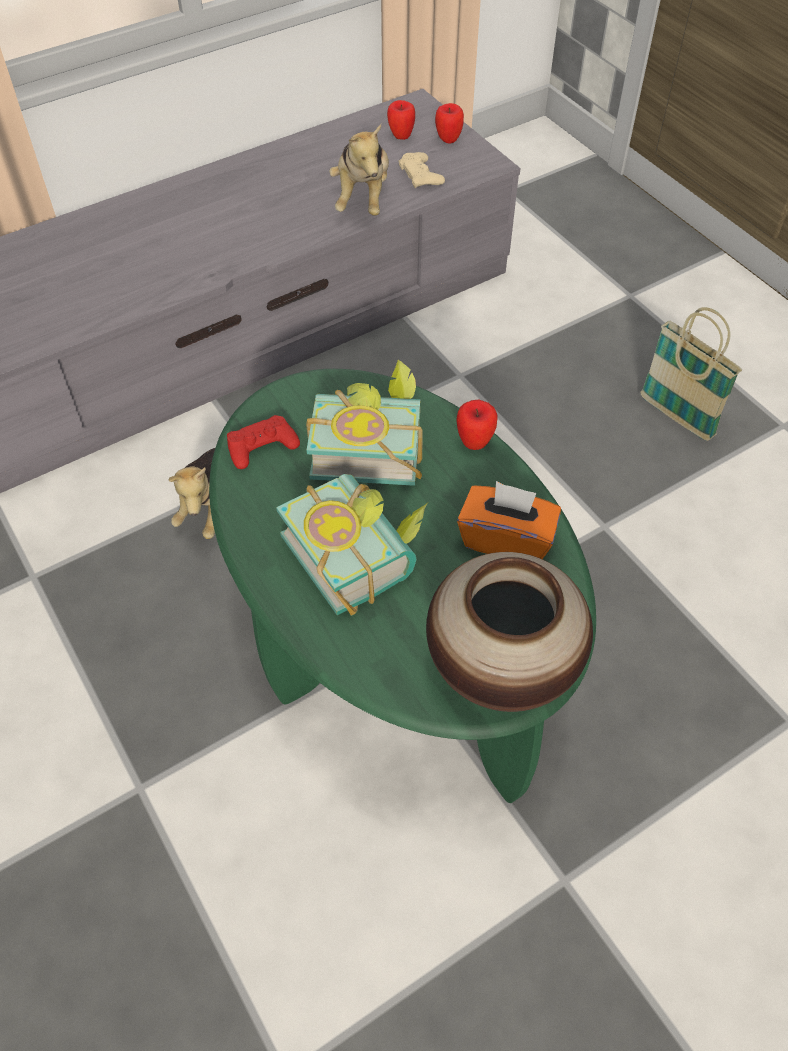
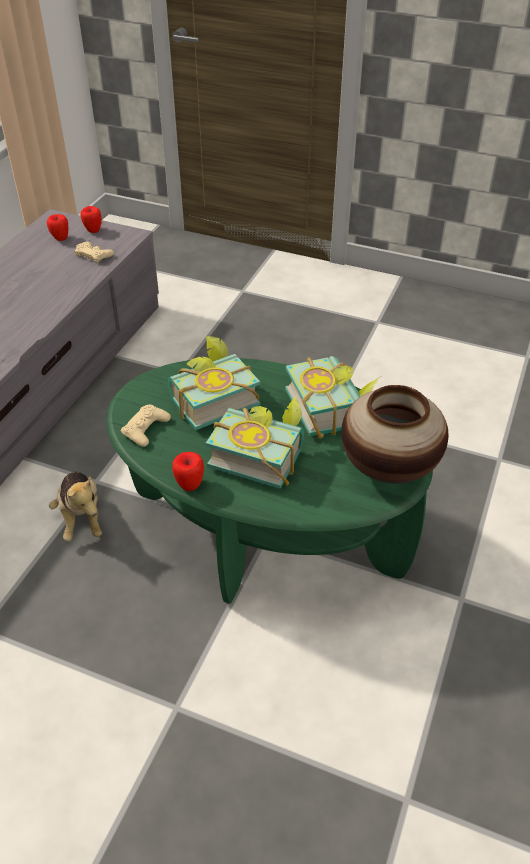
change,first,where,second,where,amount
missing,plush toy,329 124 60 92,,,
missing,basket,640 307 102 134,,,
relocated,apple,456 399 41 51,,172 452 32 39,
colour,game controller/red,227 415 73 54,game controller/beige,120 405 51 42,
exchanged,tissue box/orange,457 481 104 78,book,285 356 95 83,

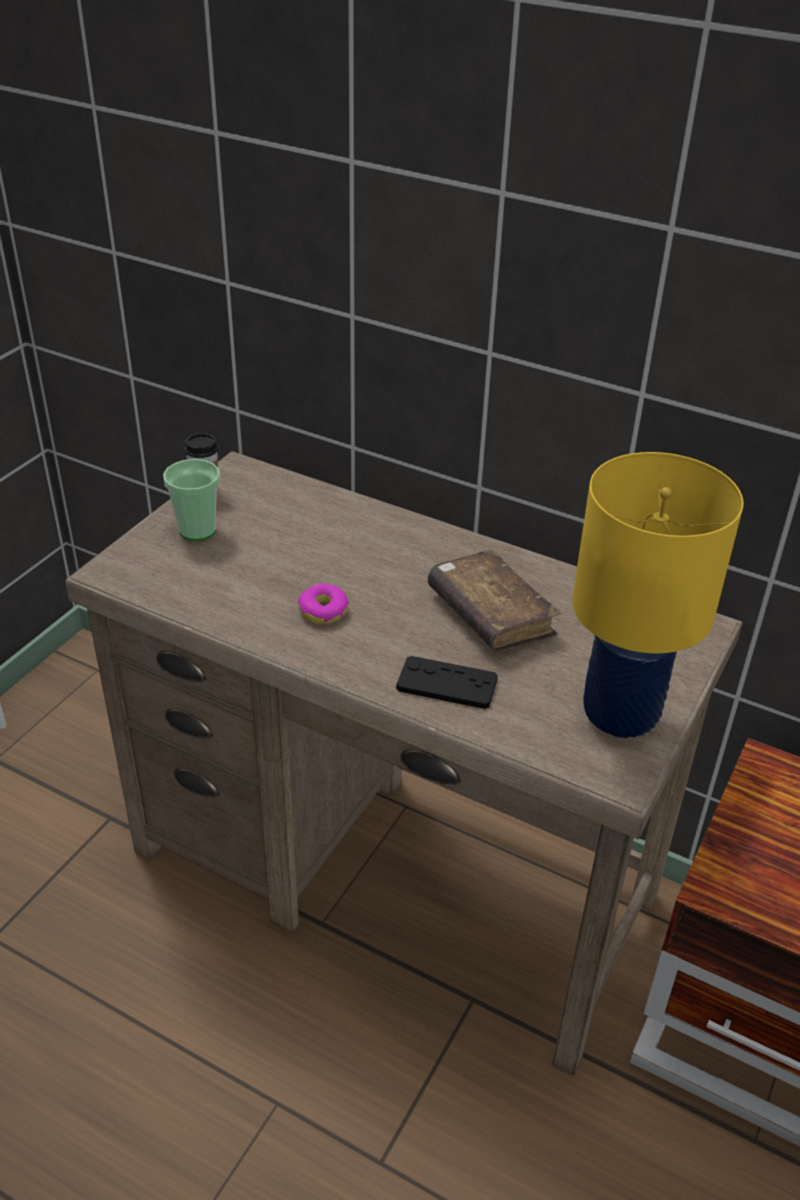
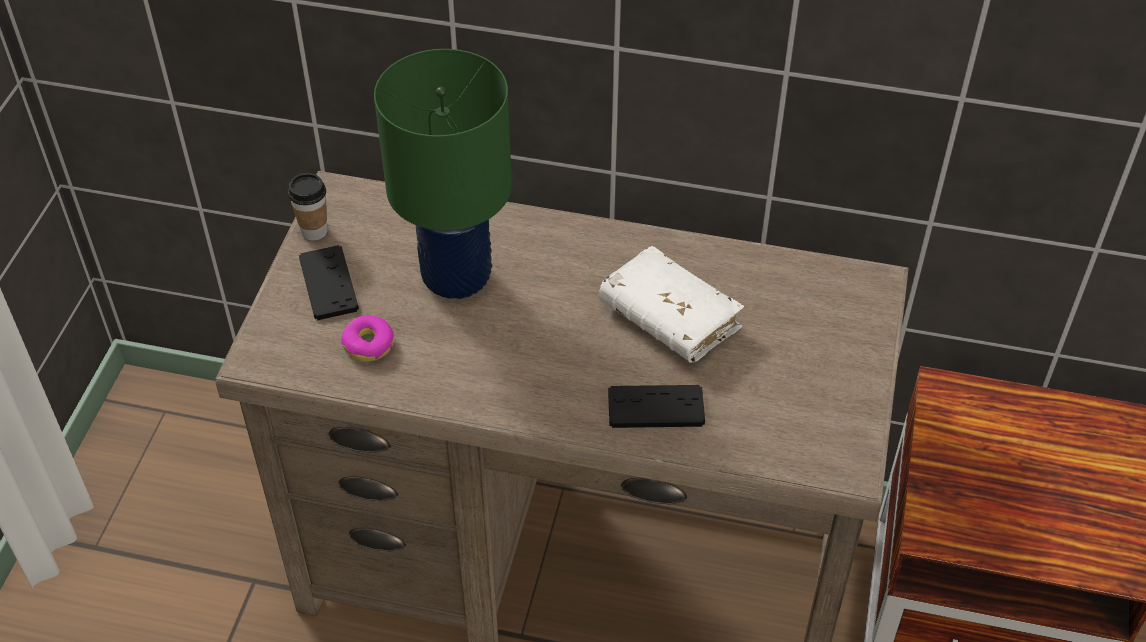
change,first,where,second,where,amount
missing,table lamp/yellow,572 452 172 286,,,
exchanged,cup,163 459 57 82,game controller/black,299 245 60 75,
colour,book/brown,428 549 133 103,book/white,599 246 146 117,
relocated,donut,298 584 51 40,,341 315 53 47,
appeared,,,table lamp/green,374 49 138 250,

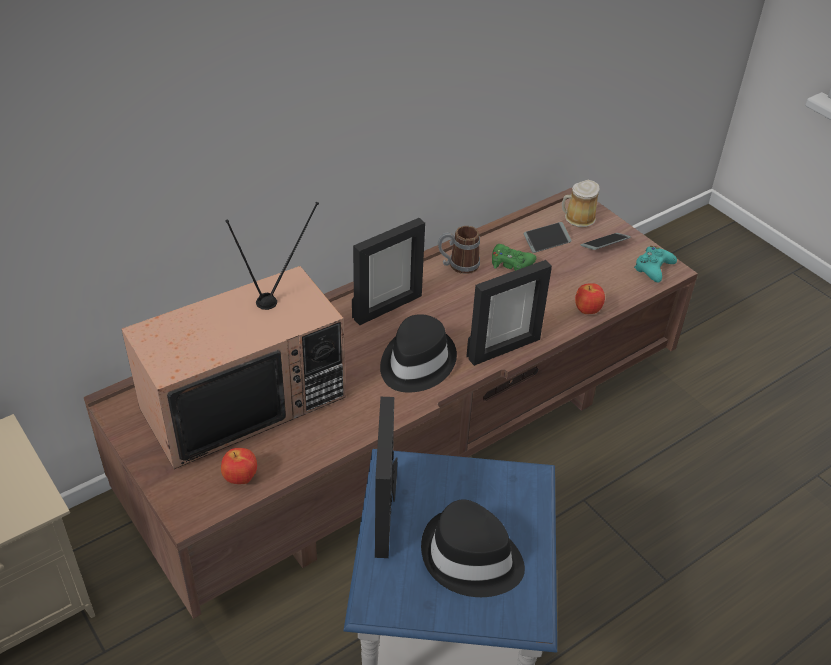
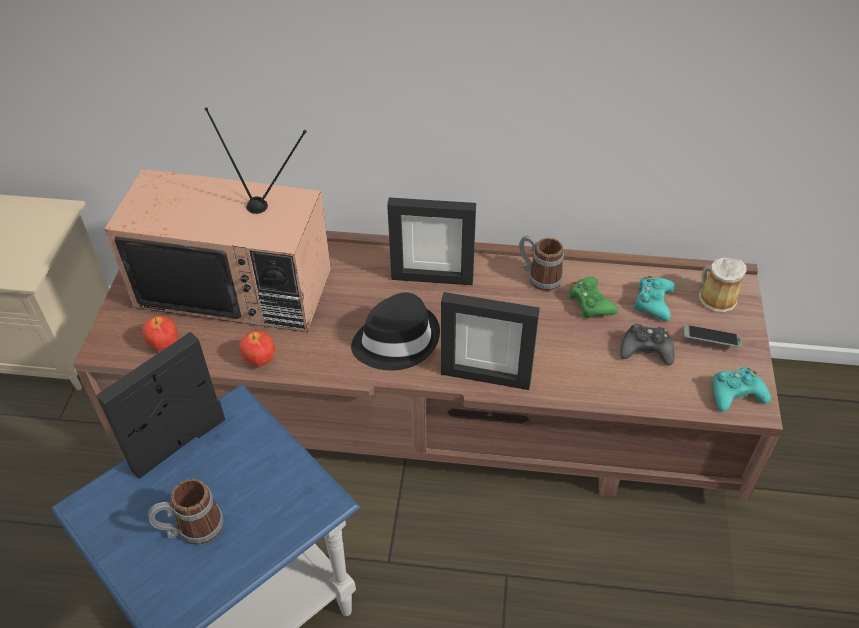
change,first,where,second,where,amount
exchanged,phone,523 222 49 31,game controller/turquoise,633 276 43 45,
relocated,apple,575 283 30 31,,239 330 36 37,
exchanged,hat/black,421 500 104 97,mug,148 479 75 66,
appeared,,,game controller/black,620 324 54 41,

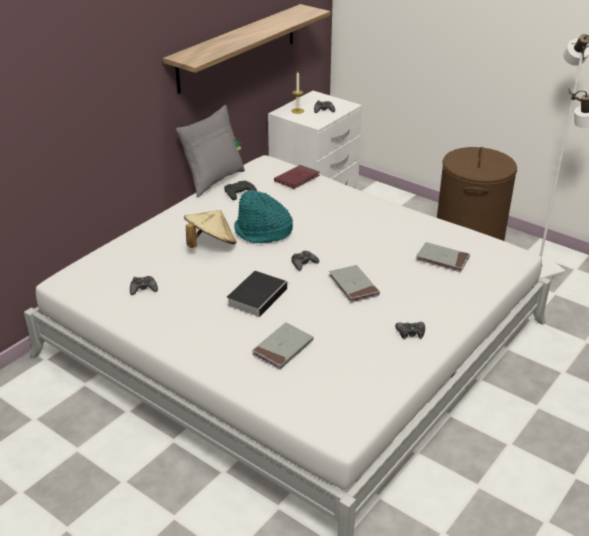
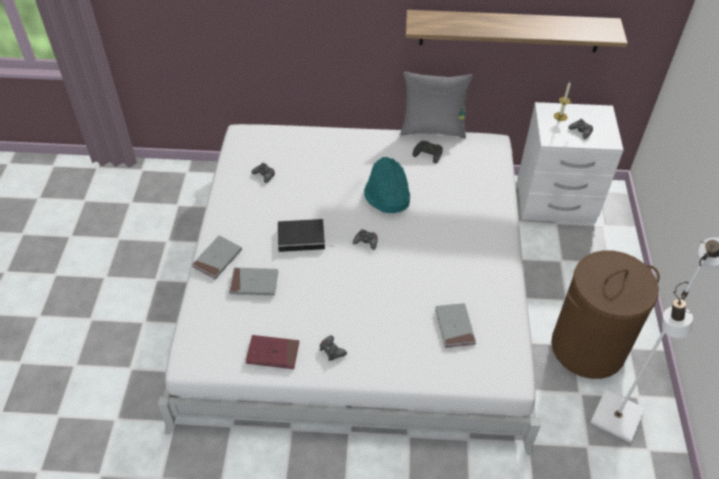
change,first,where,second,where,amount
relocated,book/red,274 165 46 24,,246 335 53 34,
missing,hat/beige,184 210 52 38,,,
relocated,book/grey,329 265 51 38,,192 235 50 44,

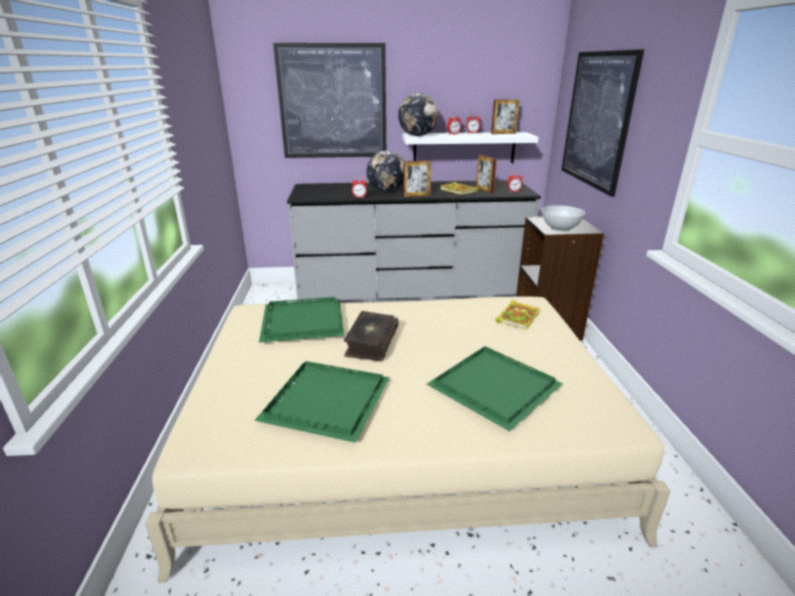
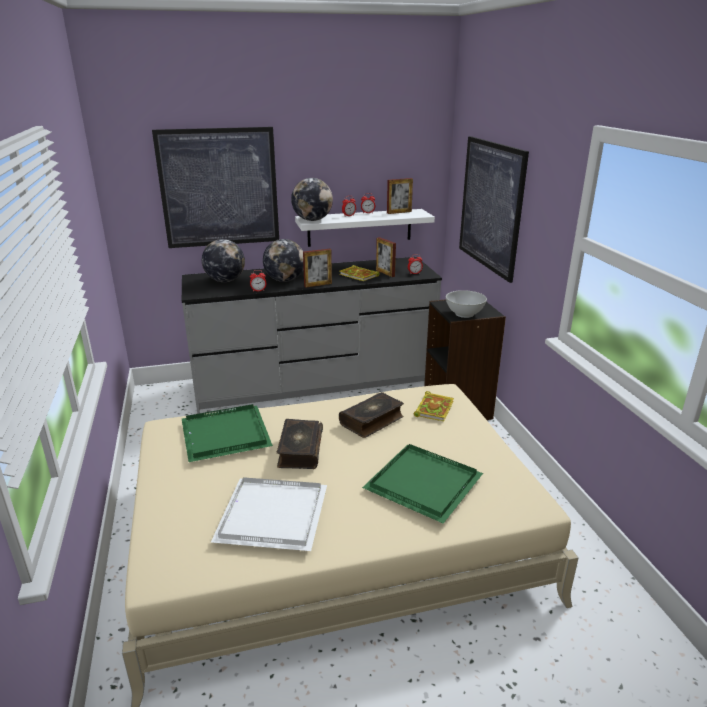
change,first,where,second,where,amount
colour,tray/green,254 361 135 82,tray/white,211 477 116 74,
appeared,,,globe,202 239 43 43,
appeared,,,book,339 392 65 46,

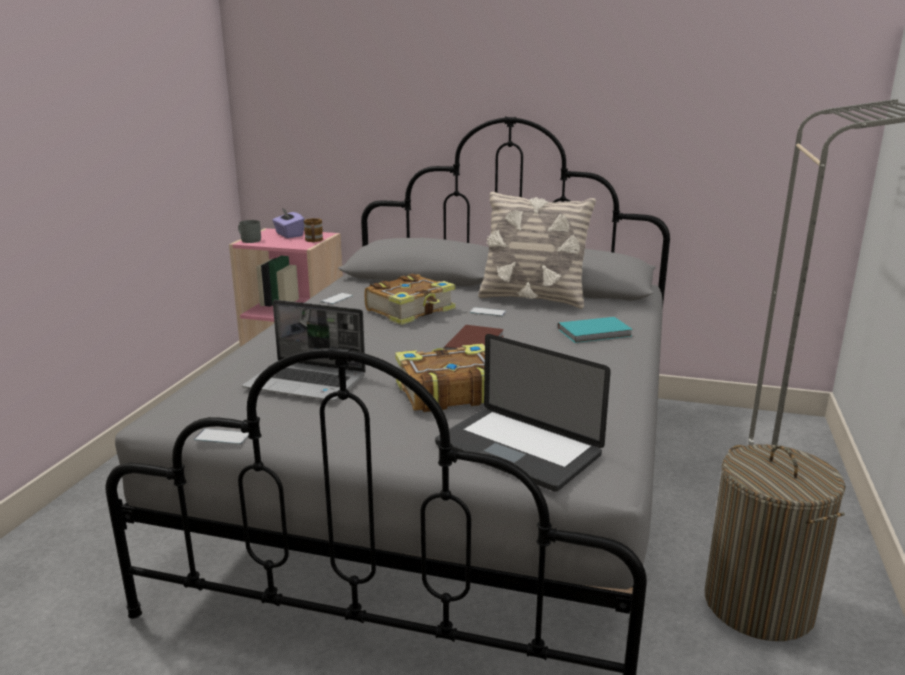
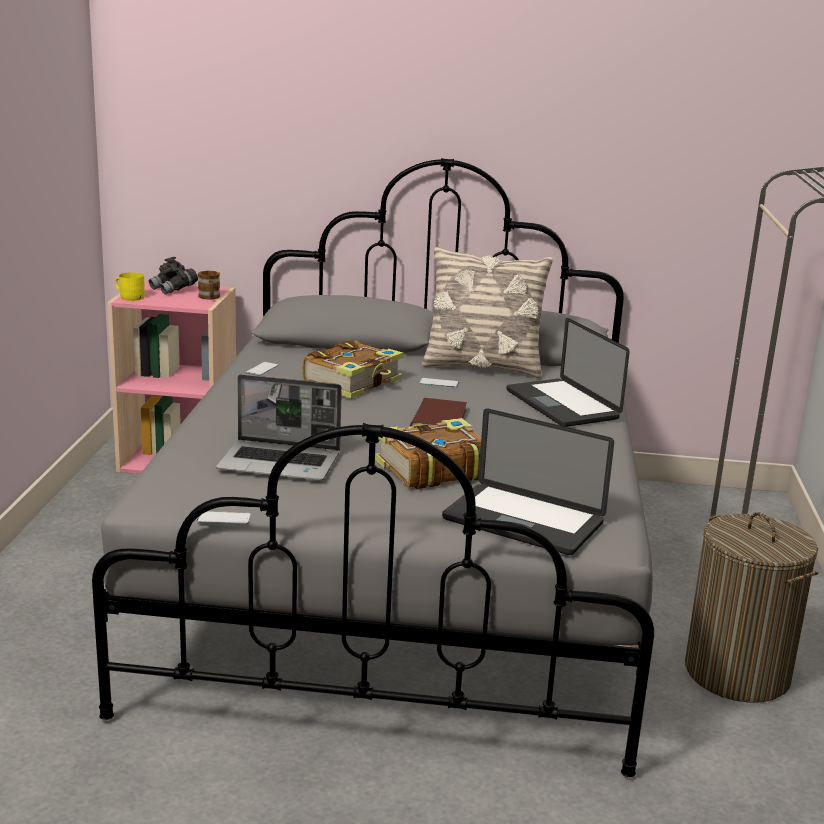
change,first,where,second,where,amount
exchanged,tissue box/purple,272 208 32 30,binoculars/grey,149 257 49 38,
colour,mug/grey,238 220 23 23,mug/yellow,115 272 30 29,
exchanged,book/turquoise,557 317 76 26,laptop,507 318 123 109,

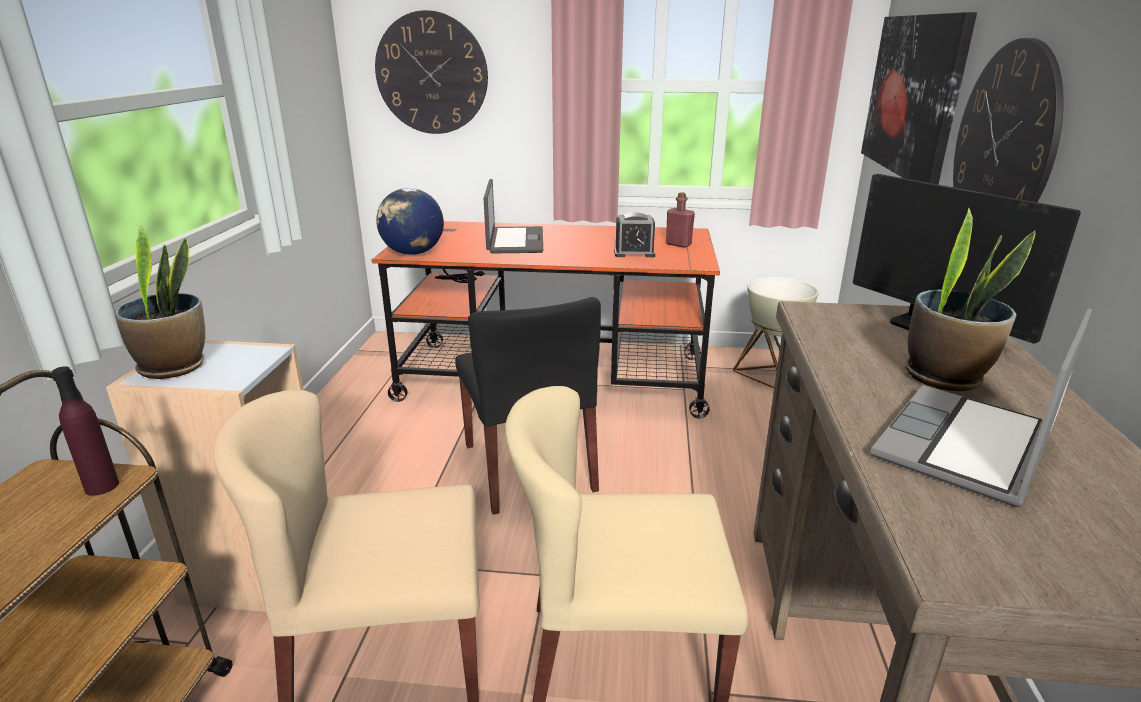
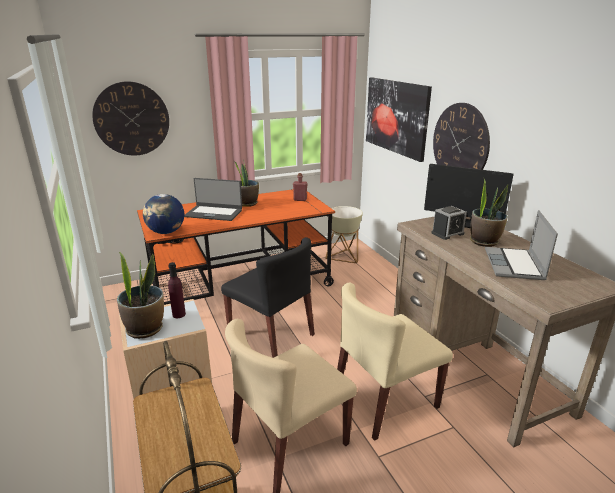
change,first,where,second,where,amount
spun,laptop,484 179 59 75,,184 178 58 43,135 degrees clockwise
relocated,alarm clock,614 212 41 45,,431 206 36 34,
relocated,bottle/purple,52 366 67 130,,168 262 18 56,
appeared,,,potted plant,234 160 25 47,

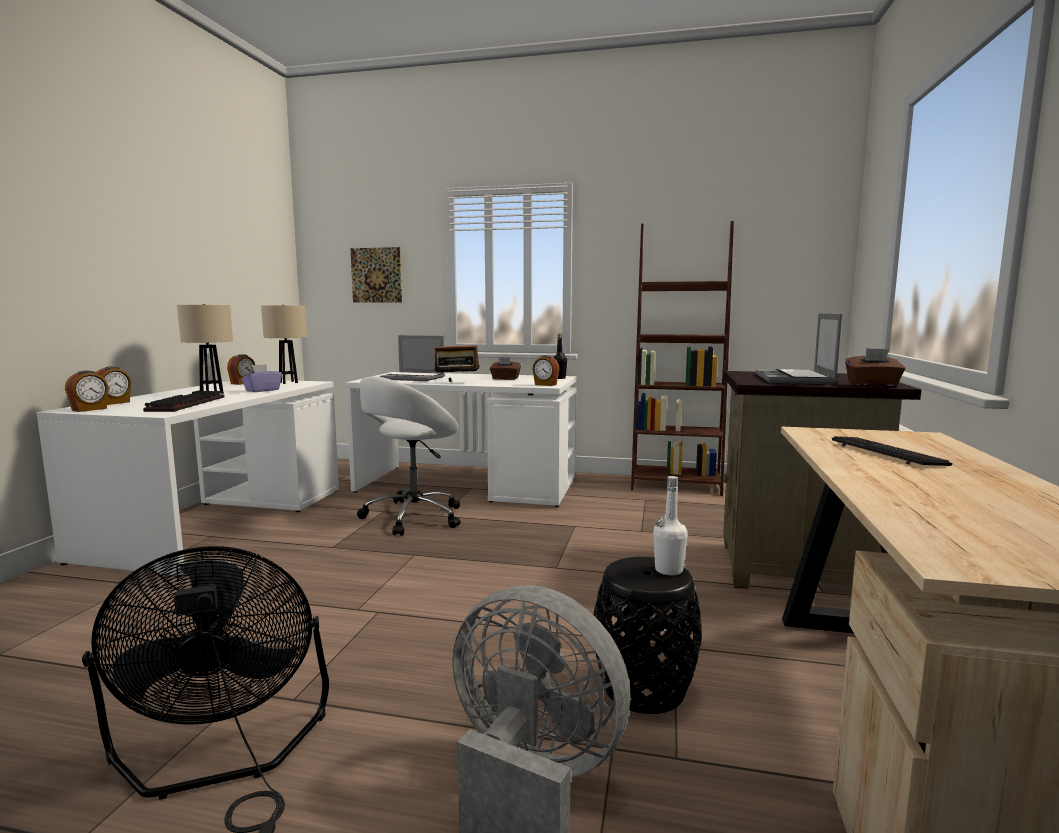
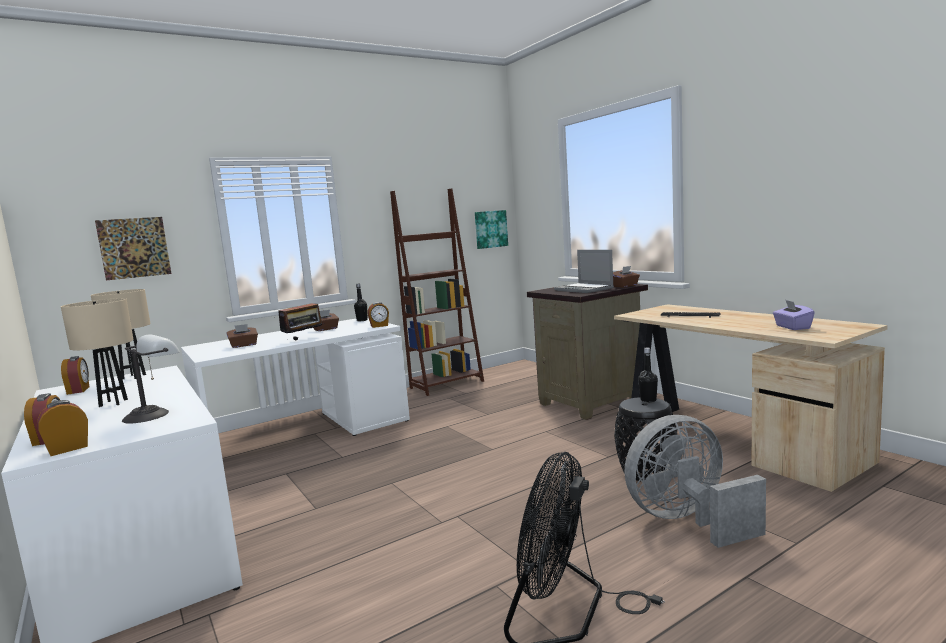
change,first,where,second,where,amount
exchanged,laptop,380 335 65 46,tissue box/brown,226 324 32 24,
relocated,tissue box/purple,241 364 41 28,,773 300 42 30,
spun,alarm clock,65 370 44 42,,37 400 51 56,120 degrees counterclockwise
missing,office chair/white,357 376 104 160,,,
exchanged,keyboard,143 391 81 21,table lamp,122 335 58 89,
colour,bottle/white,653 476 35 99,bottle/black,638 347 20 55,
appeared,,,picture,475 210 33 39,

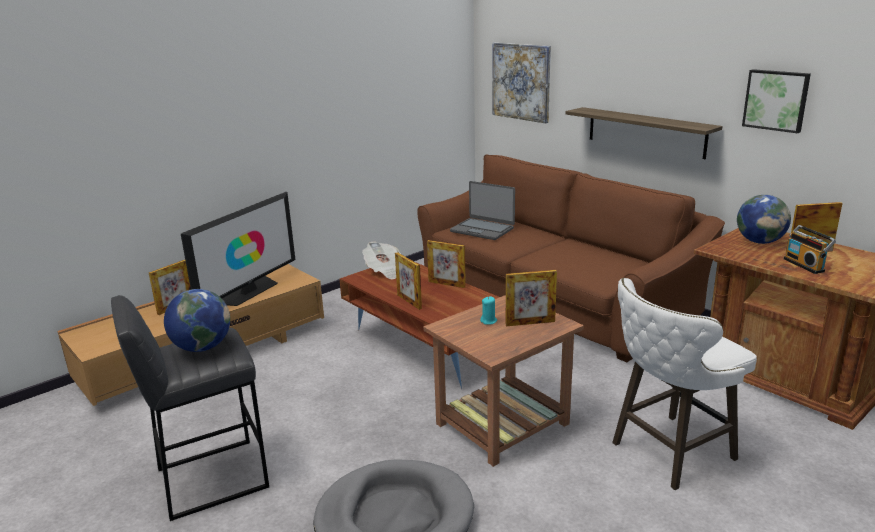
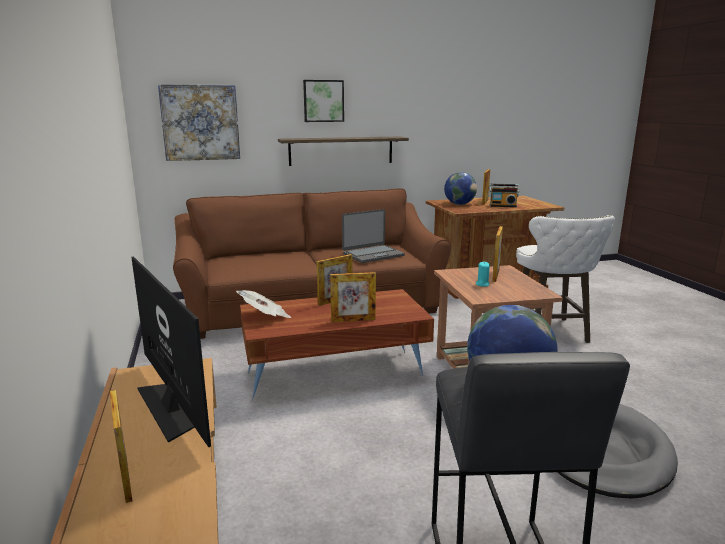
change,first,where,second,where,amount
relocated,picture,742 69 69 64,,303 80 41 42,
relocated,laptop,450 181 65 59,,342 209 63 54,

